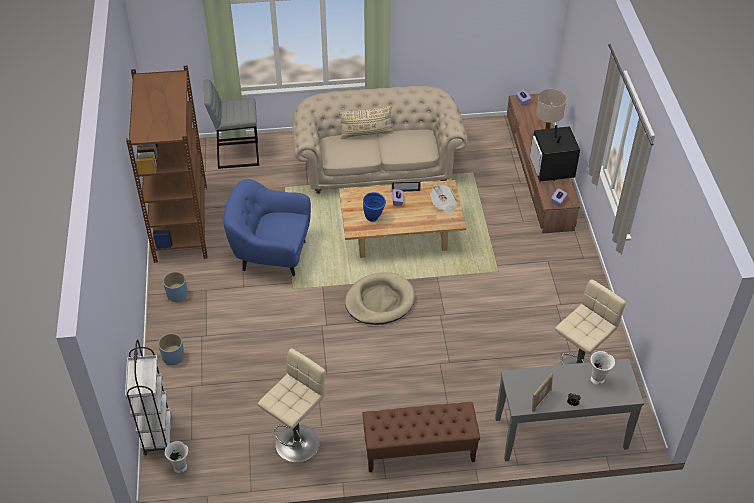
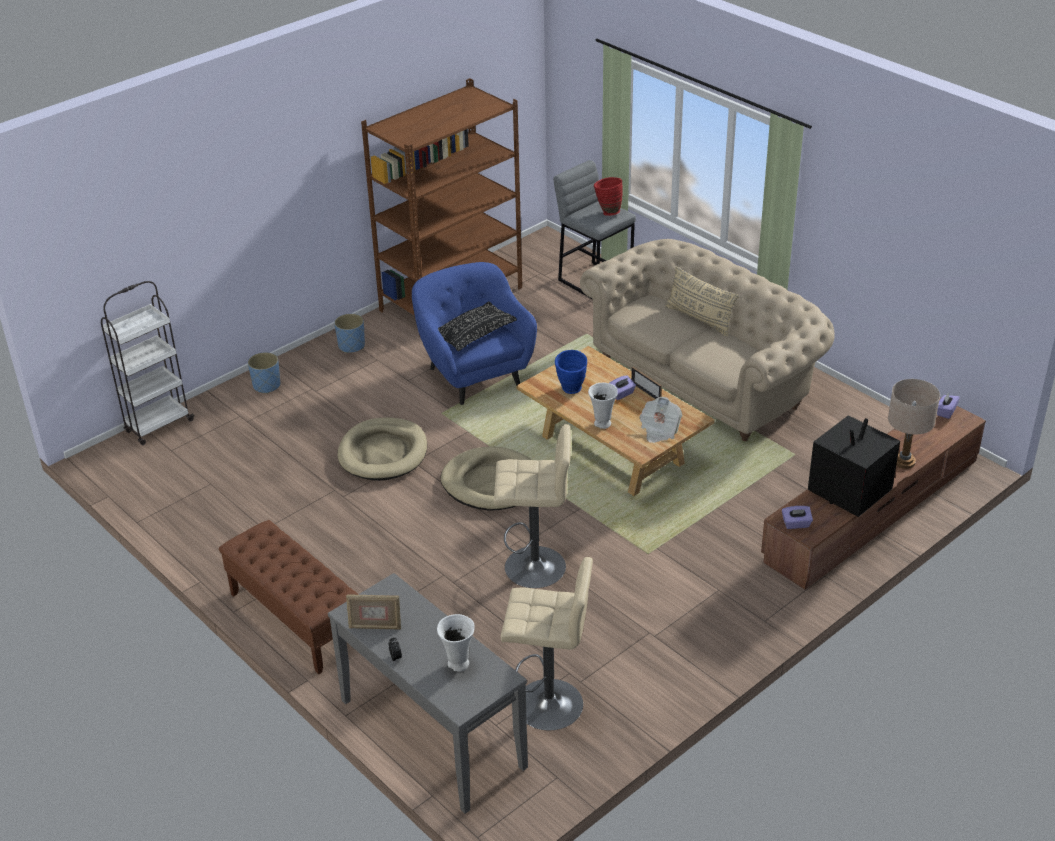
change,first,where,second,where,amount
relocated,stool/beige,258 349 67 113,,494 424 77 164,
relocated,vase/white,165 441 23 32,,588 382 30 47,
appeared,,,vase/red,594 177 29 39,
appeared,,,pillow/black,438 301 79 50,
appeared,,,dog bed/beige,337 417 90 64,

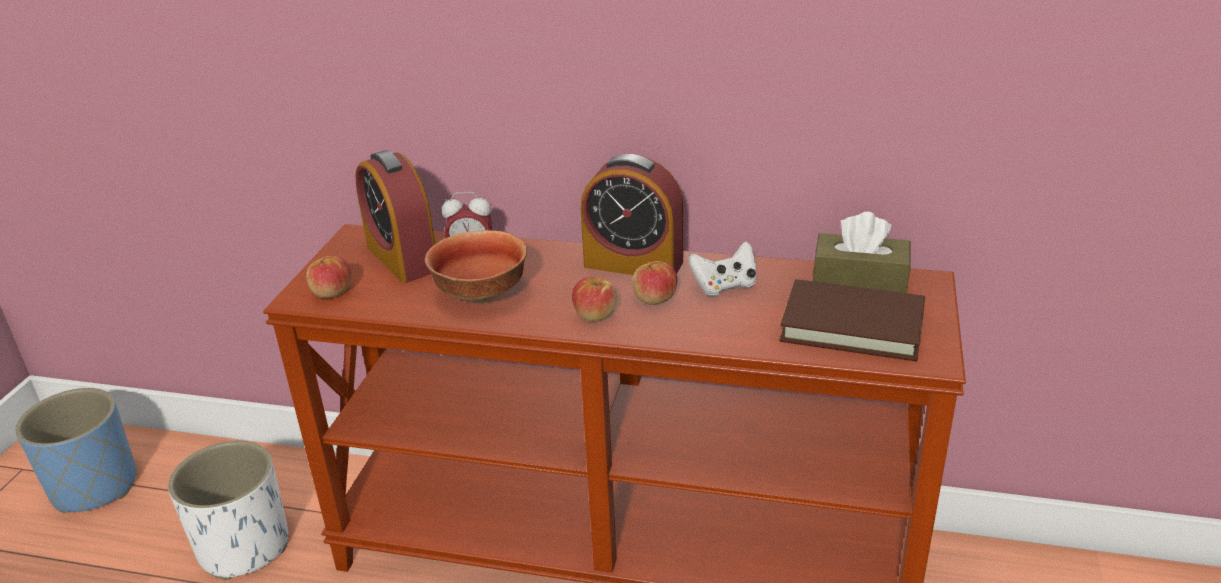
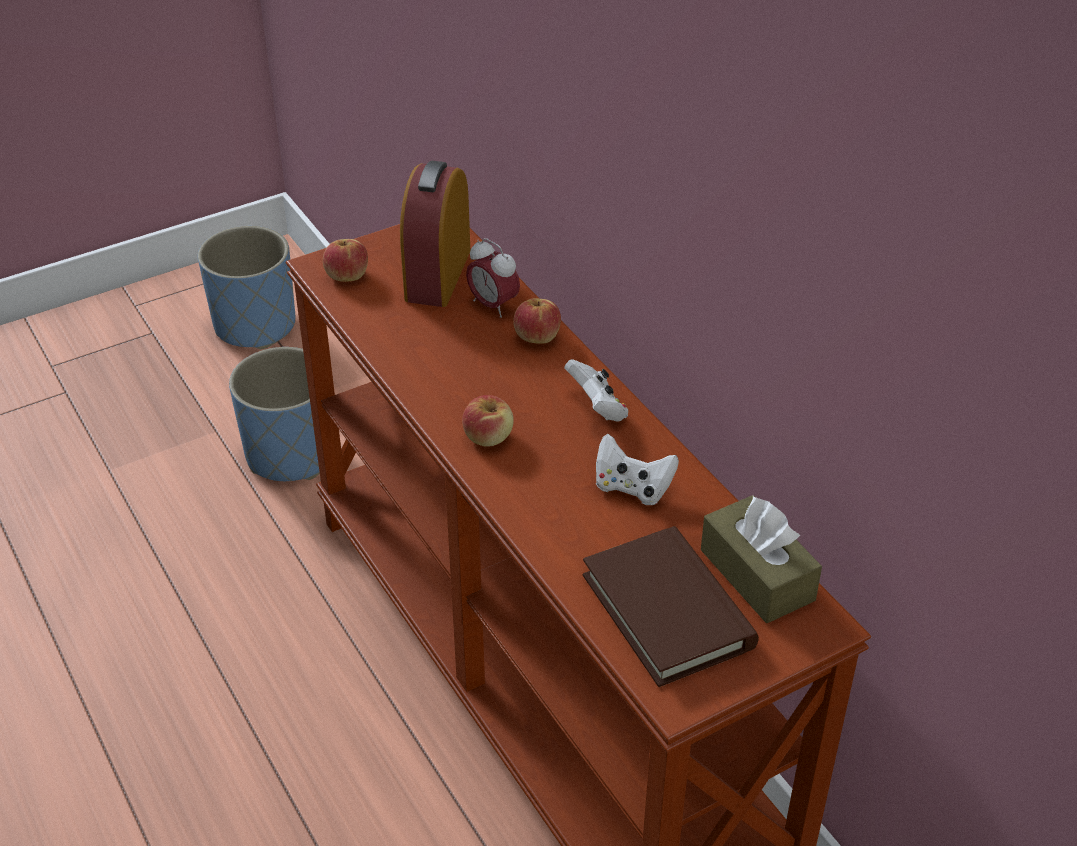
change,first,where,second,where,amount
exchanged,alarm clock,581 154 102 121,game controller/white,564 359 64 63,
missing,bowl,425 230 102 74,,,
relocated,apple,632 261 45 44,,513 298 48 46,
colour,planter/white,168 441 120 139,planter/blue,229 347 91 134,

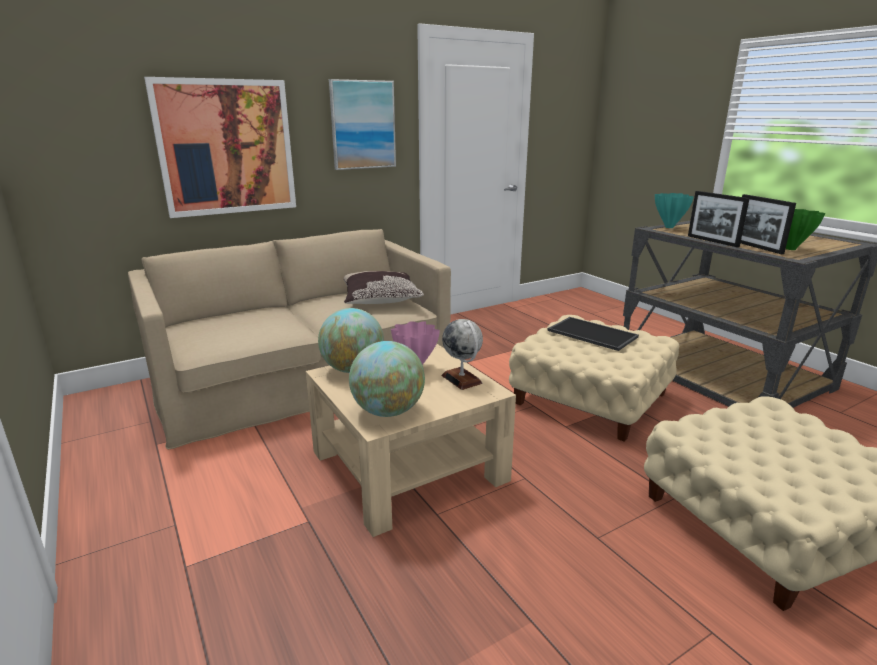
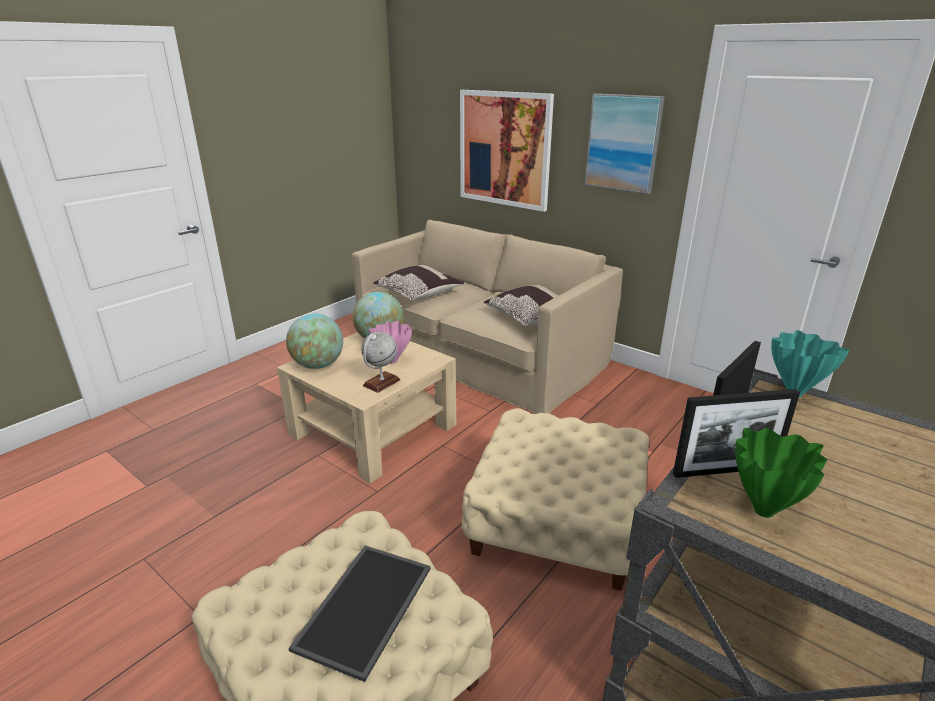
change,first,where,second,where,amount
spun,picture frame,741 194 55 60,,673 389 127 89,150 degrees counterclockwise
relocated,tray,547 317 92 34,,289 546 141 136,
appeared,,,pillow,374 265 90 36,

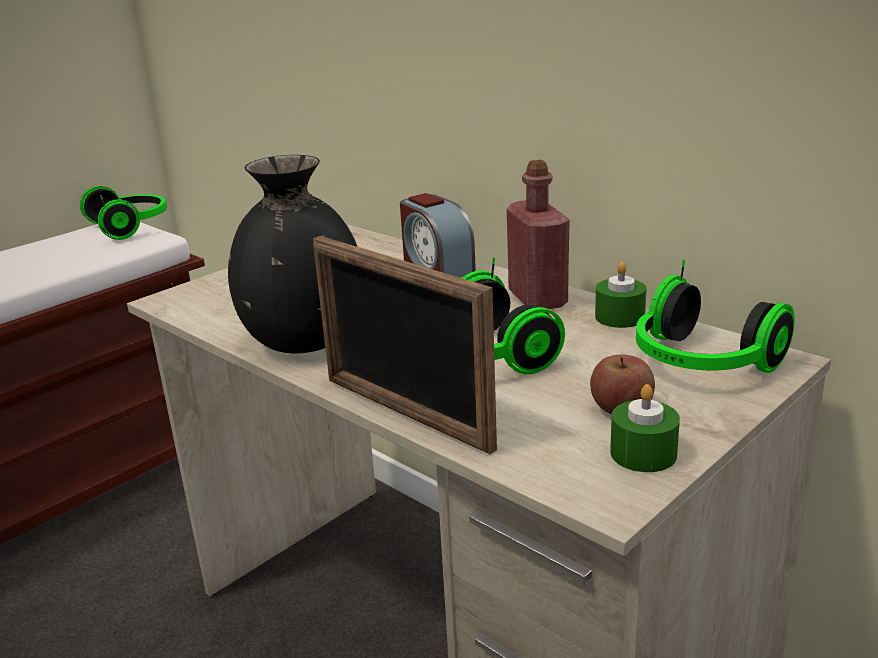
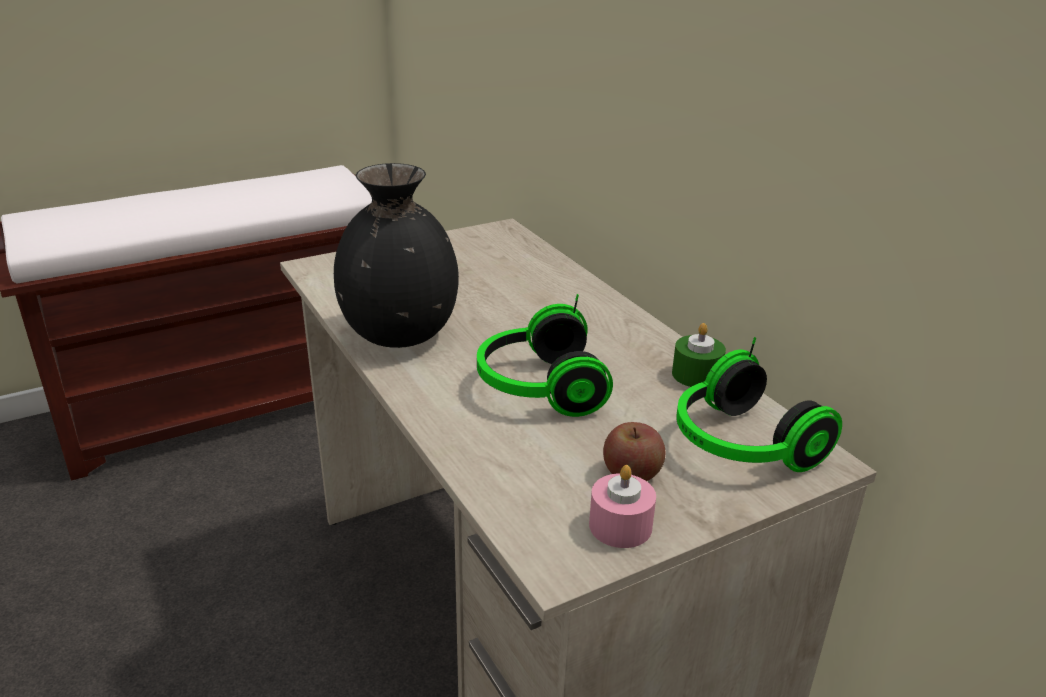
change,first,where,second,where,amount
missing,bottle/red,507 160 63 149,,,
missing,headphones,80 186 87 54,,,
missing,alarm clock,400 193 76 85,,,
missing,picture frame,313 236 184 218,,,
colour,candle/green,610 384 70 88,candle/pink,589 465 67 83,

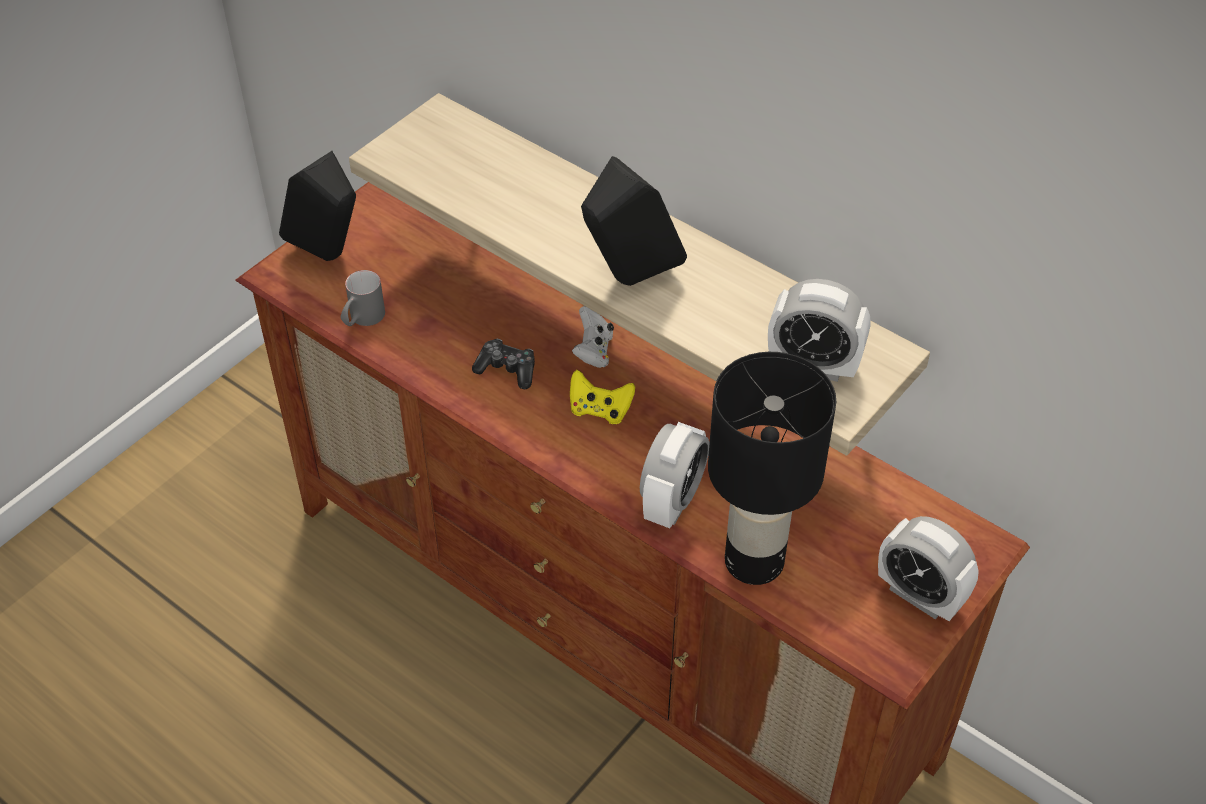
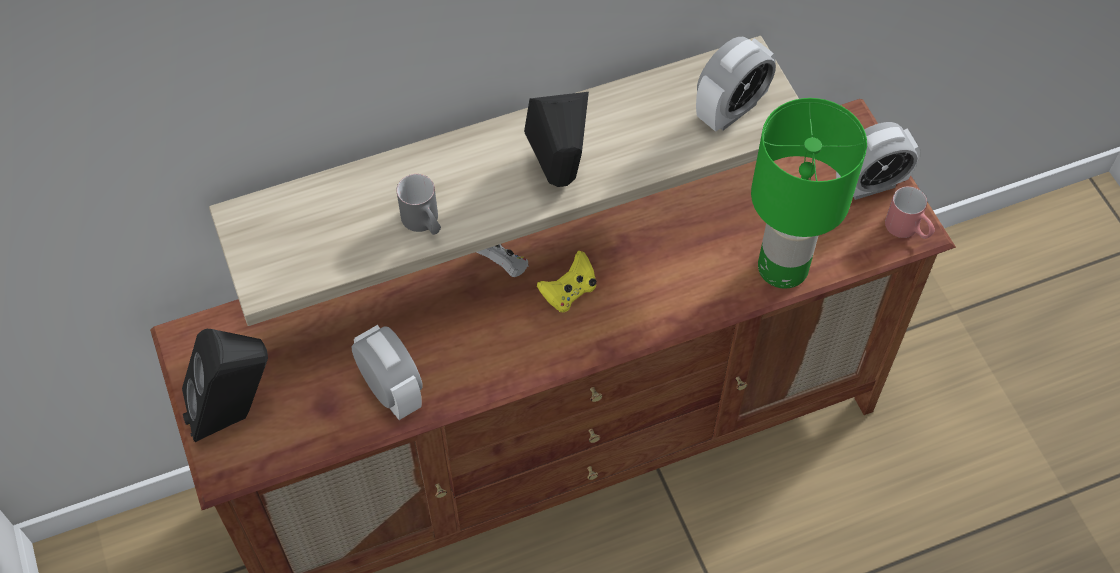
change,first,where,second,where,amount
relocated,mug/grey,341 270 44 56,,396 174 45 61,
missing,game controller,472 339 63 50,,,
colour,table lamp/black,708 352 128 233,table lamp/green,751 98 116 191,
relocated,alarm clock,640 422 70 106,,351 325 72 95,
appeared,,,mug/red,885 186 50 53,

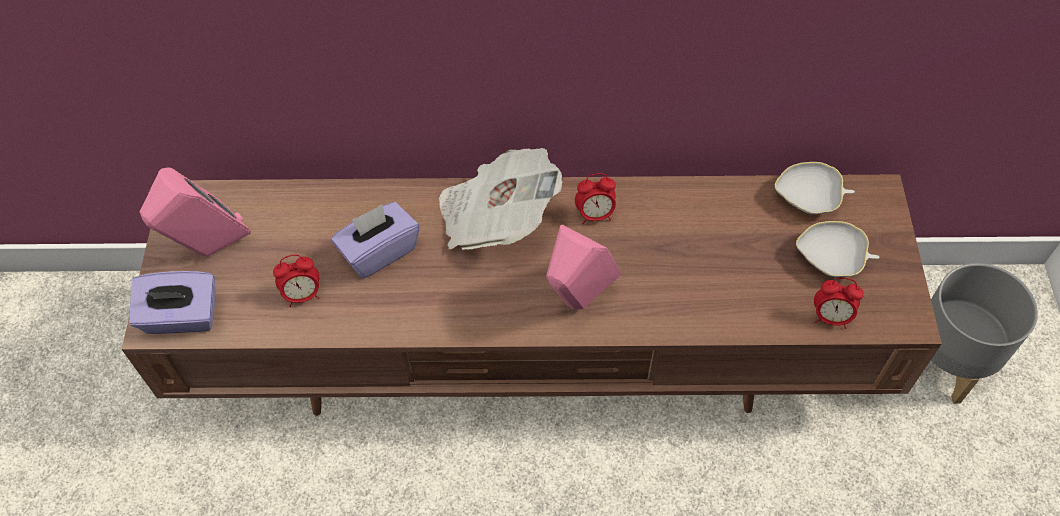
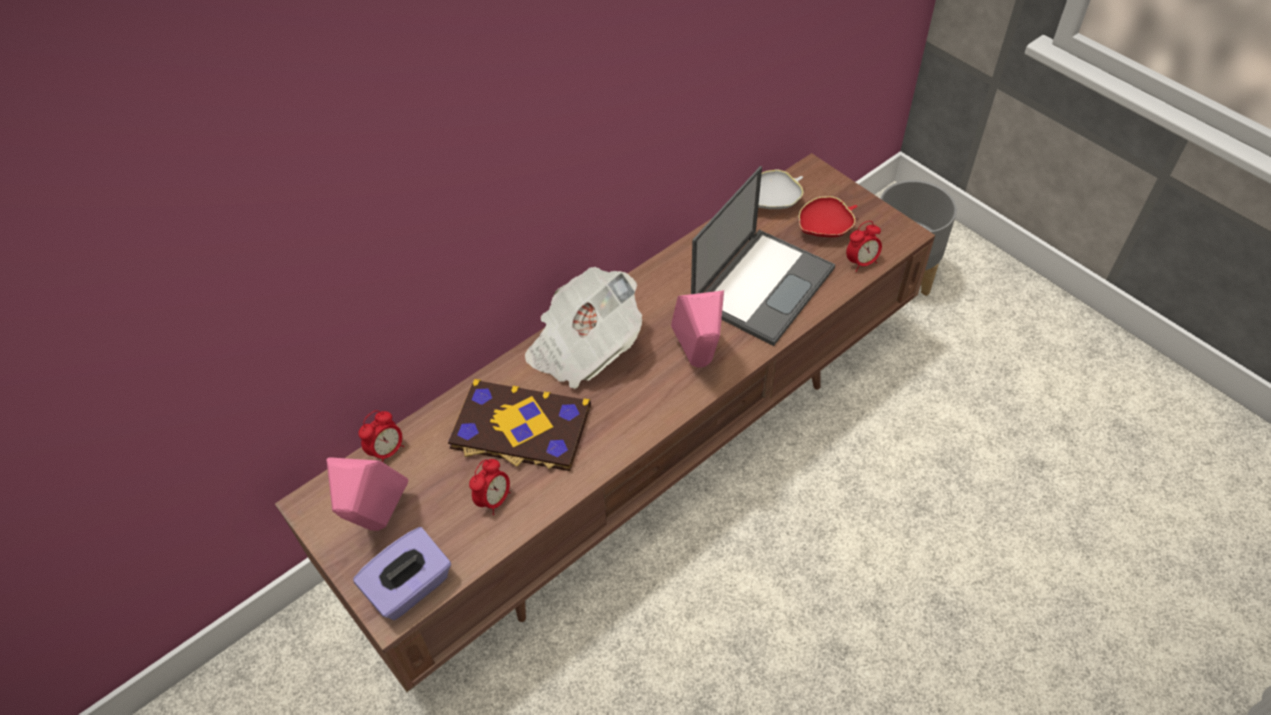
change,first,where,second,where,amount
relocated,alarm clock,575 173 41 51,,358 410 46 52,
exchanged,tissue box/purple,331 202 88 77,book,448 379 143 92,
colour,bowl/white,796 221 83 56,bowl/red,799 196 58 41,
appeared,,,laptop,691 166 144 180,

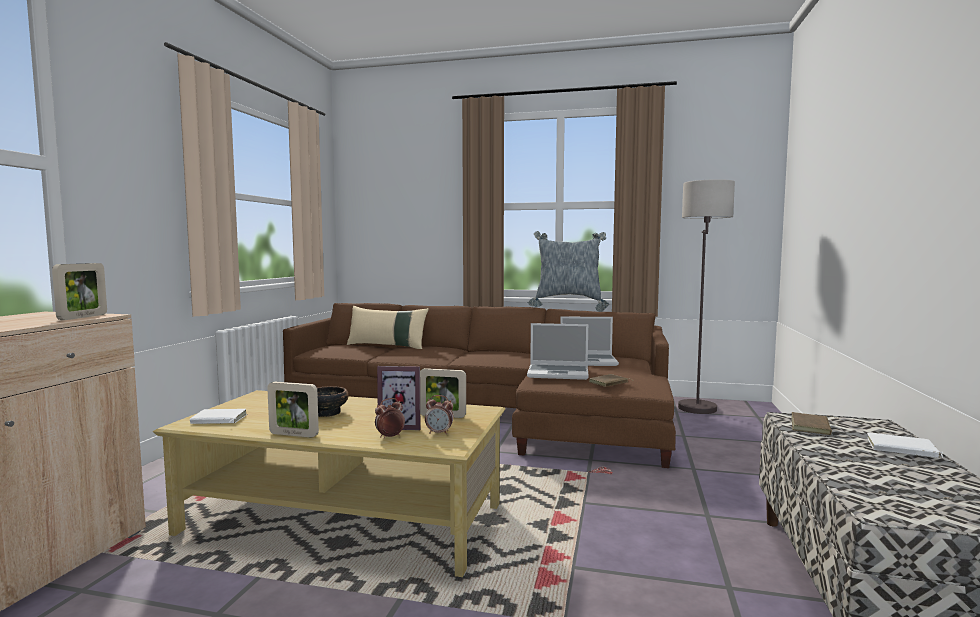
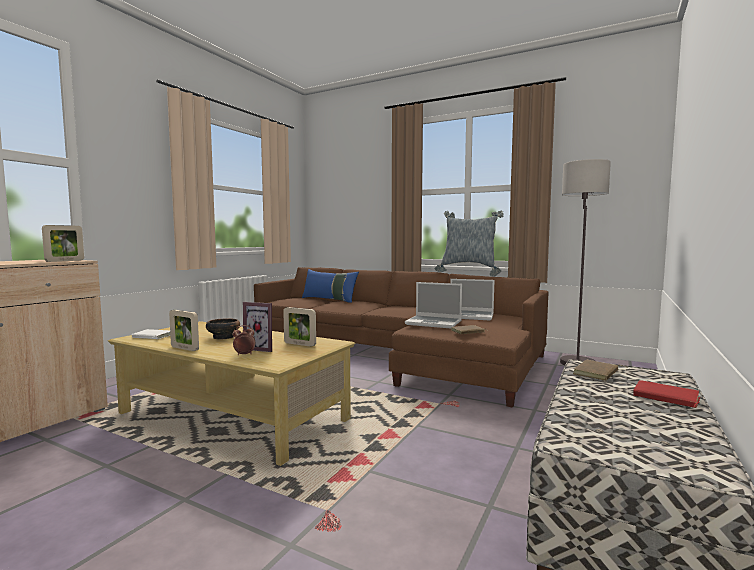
change,first,where,second,where,amount
colour,pillow/beige,347 306 82 43,pillow/blue,302 269 57 34,
missing,alarm clock,425 395 28 40,,,
colour,book/white,867 433 76 25,book/red,633 380 67 28,

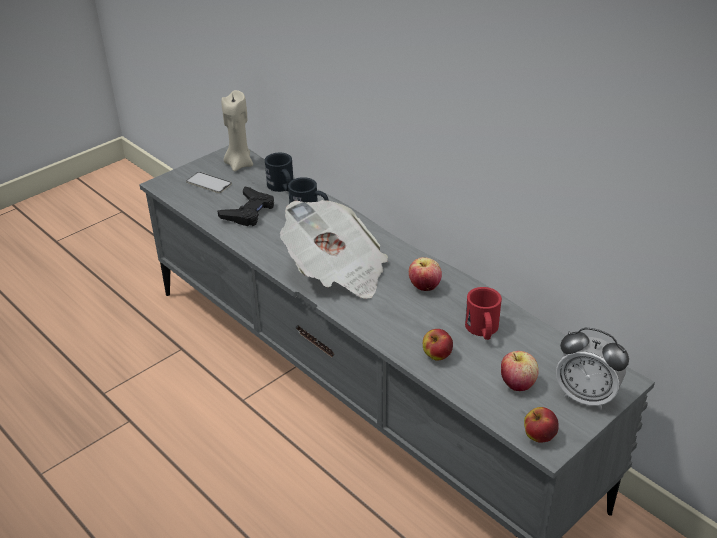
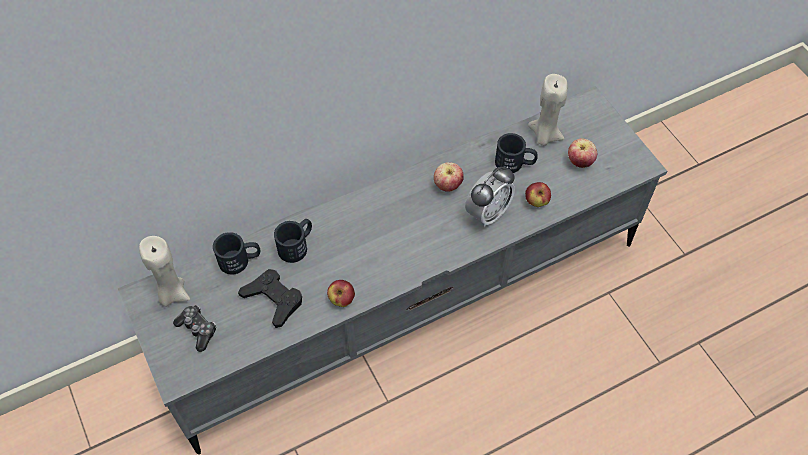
change,first,where,second,where,amount
exchanged,phone,186 172 46 21,game controller,173 305 43 47,
missing,newspaper,280 200 108 99,,,
colour,mug/red,465 287 37 53,mug/black,495 133 43 40,
relocated,alarm clock,556 328 73 82,,465 166 50 61,
relocated,apple,524 407 35 36,,327 280 28 27,
appeared,,,candle/beige,528 74 40 72,

